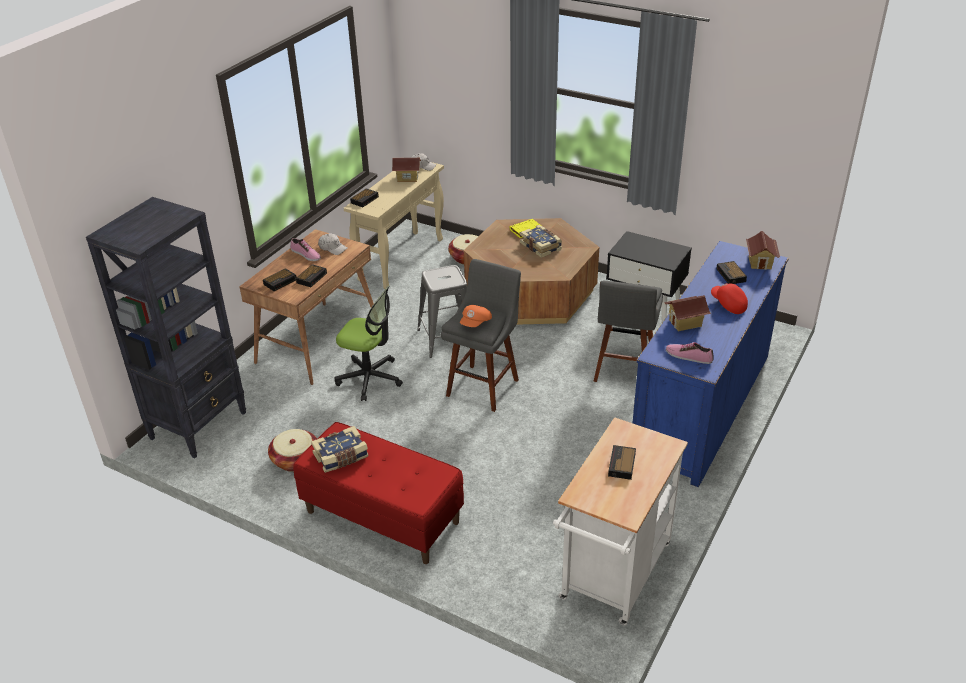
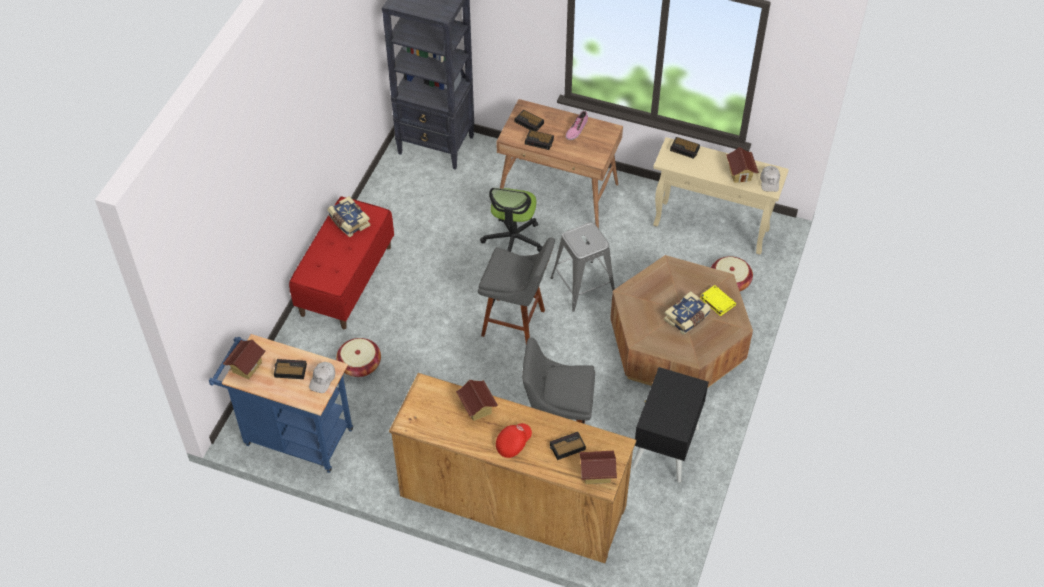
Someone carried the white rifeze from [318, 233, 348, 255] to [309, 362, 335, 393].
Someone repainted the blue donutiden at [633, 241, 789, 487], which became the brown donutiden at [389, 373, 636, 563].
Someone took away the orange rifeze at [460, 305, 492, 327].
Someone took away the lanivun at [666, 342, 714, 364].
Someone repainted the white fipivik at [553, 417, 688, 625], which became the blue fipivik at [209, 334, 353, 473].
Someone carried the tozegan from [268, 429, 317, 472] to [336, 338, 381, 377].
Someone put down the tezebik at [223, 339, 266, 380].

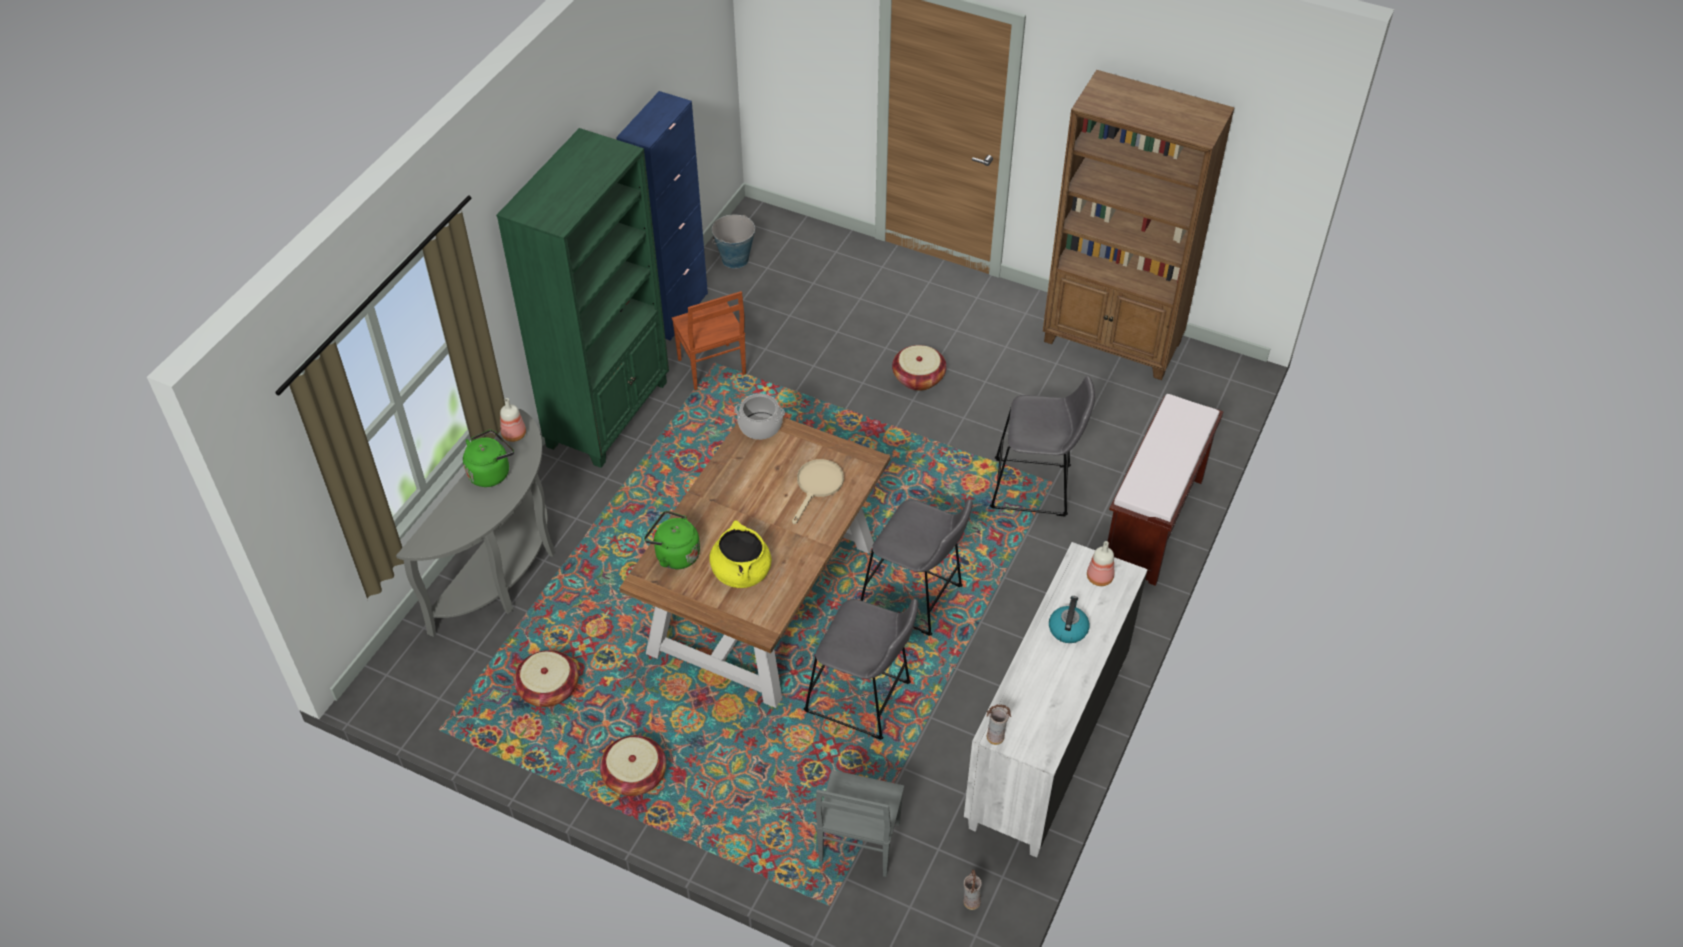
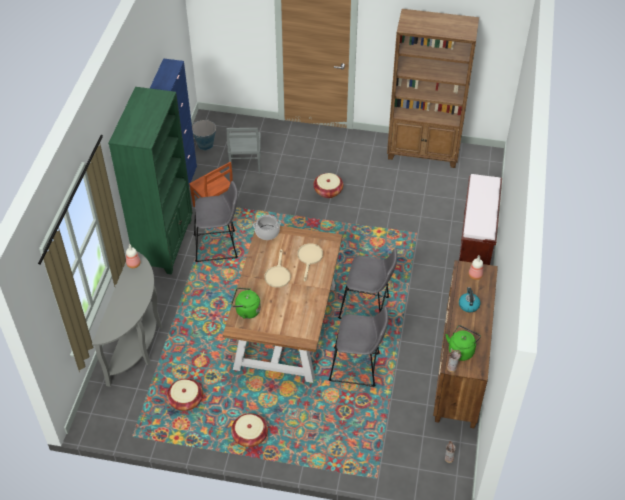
Someone carried the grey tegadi from [990, 376, 1095, 516] to [193, 181, 238, 262].
Someone carried the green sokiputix from [463, 430, 514, 487] to [446, 325, 481, 361].
Someone took away the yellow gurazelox at [709, 520, 772, 588].
Someone repainted the white donutiden at [964, 542, 1148, 858], which became the brown donutiden at [433, 260, 498, 428].
Someone carried the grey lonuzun from [815, 770, 904, 877] to [227, 128, 261, 174].
Someone put down the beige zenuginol at [264, 249, 291, 288].

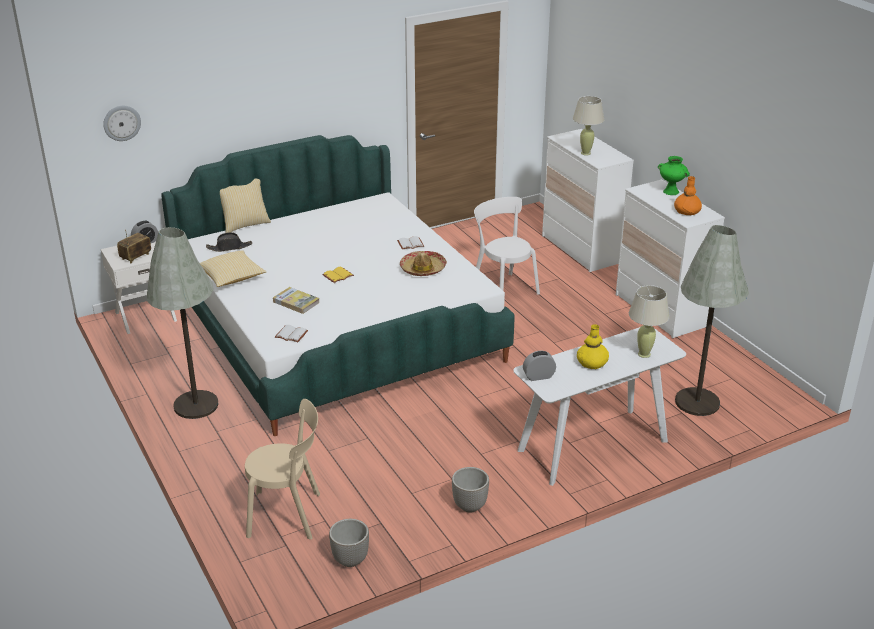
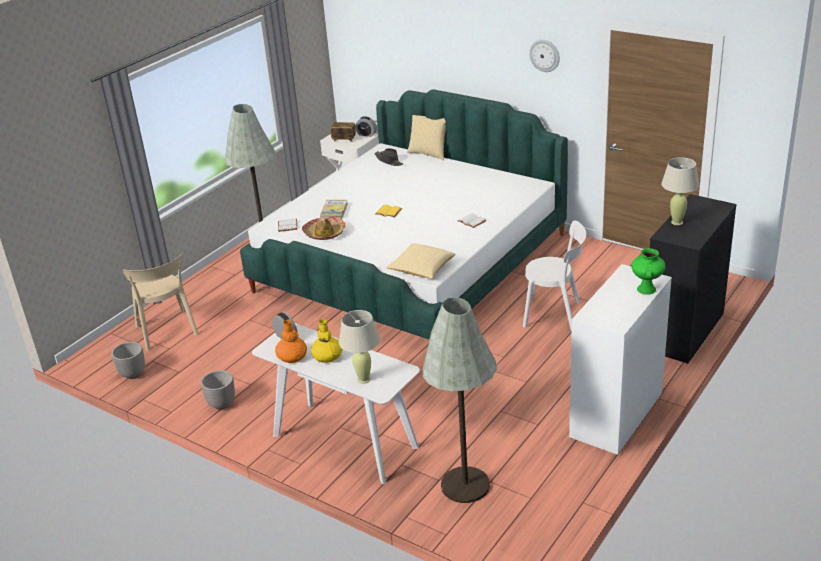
Someone carried the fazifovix from [103, 106, 141, 141] to [529, 40, 560, 72].
Someone repainted the white donutiden at [542, 129, 634, 272], which became the black donutiden at [650, 194, 737, 364].
Someone carried the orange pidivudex from [674, 176, 702, 215] to [275, 319, 307, 363].
Someone rotated the white lonuzun at [474, 197, 540, 295] by 75 degrees clockwise.
Someone carried the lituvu from [200, 251, 266, 287] to [386, 243, 455, 279].
Someone carried the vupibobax from [400, 251, 447, 276] to [302, 217, 346, 240].

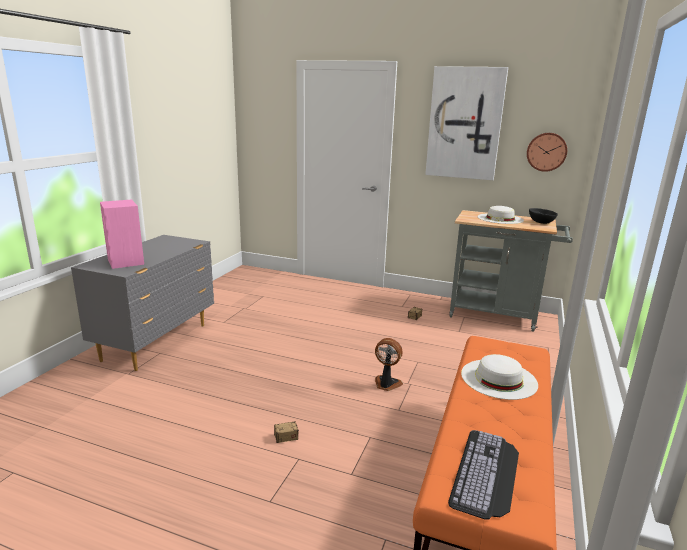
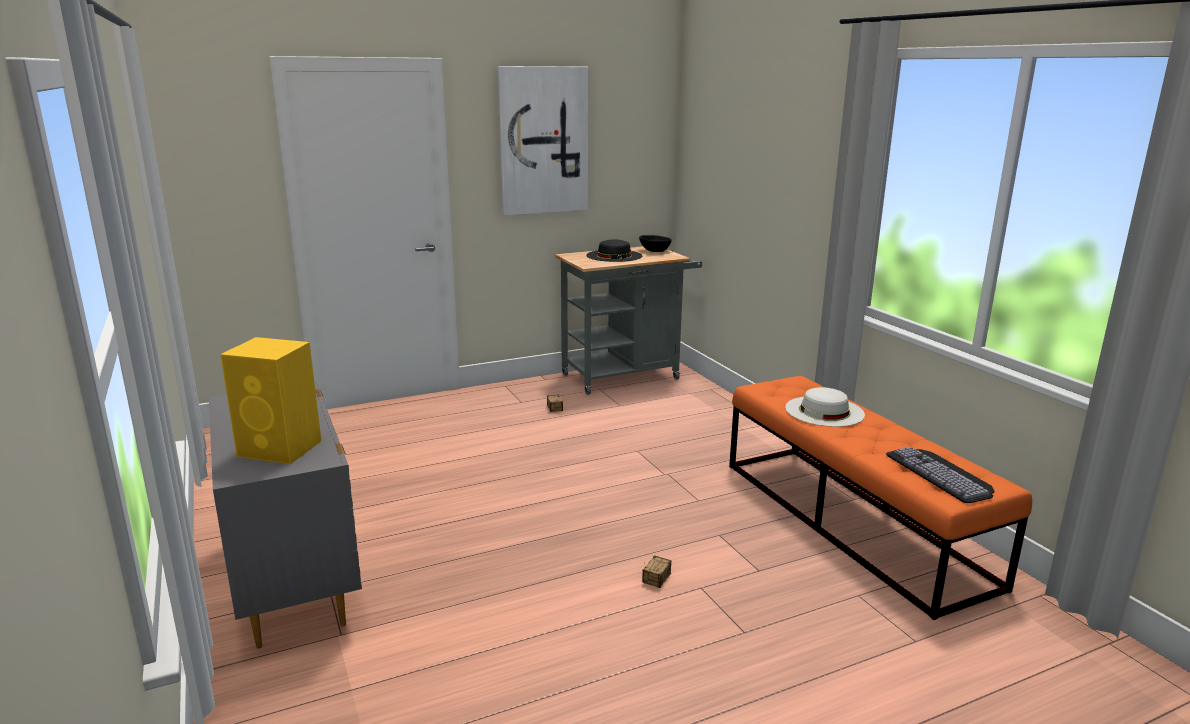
Someone took away the fazifovix at [527, 133, 567, 172].
Someone repainted the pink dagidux at [100, 200, 144, 269], which became the yellow dagidux at [220, 337, 321, 464].
Someone repainted the white vupibobax at [478, 206, 524, 224], which became the black vupibobax at [586, 240, 642, 262].
Someone took away the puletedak at [375, 338, 403, 391].

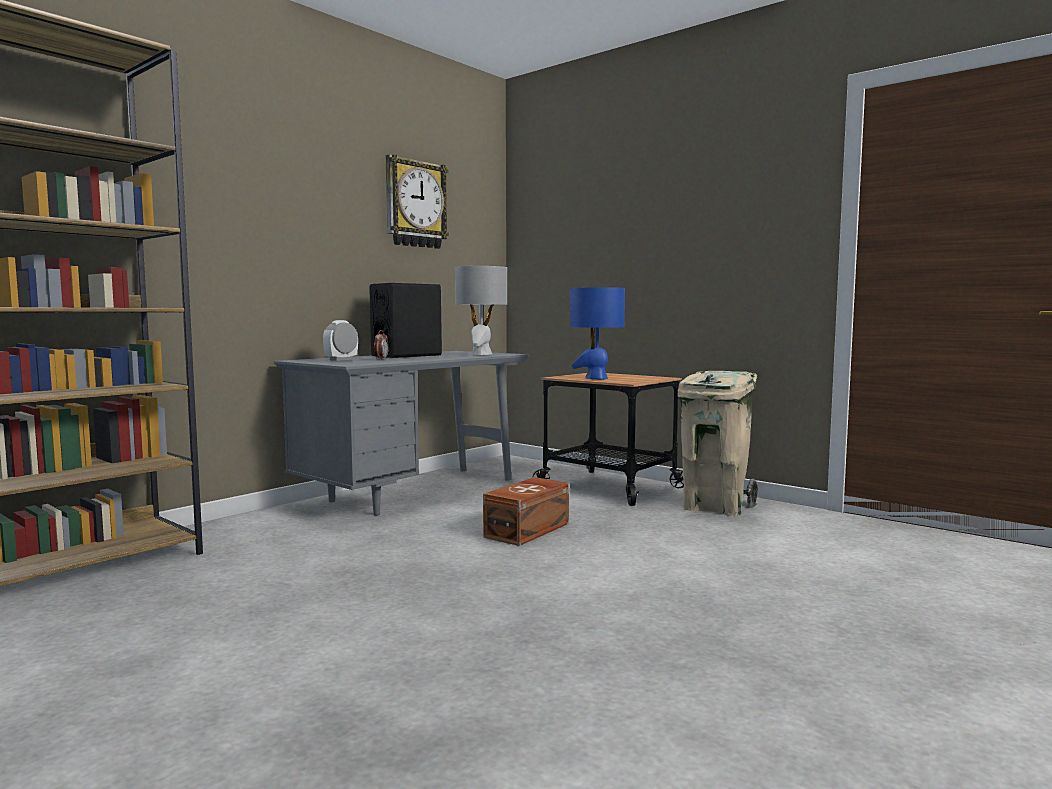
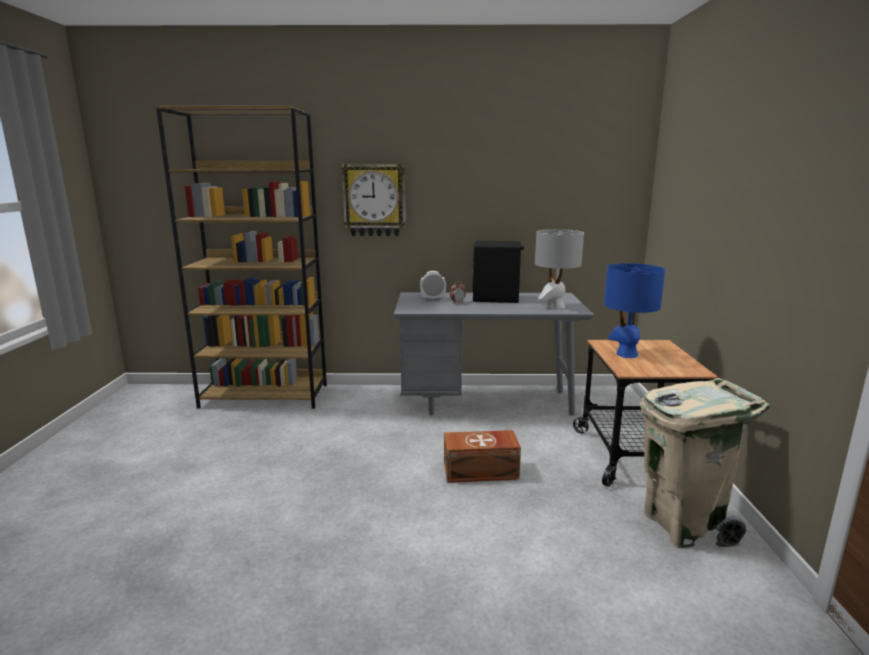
Someone carried the fazifovix from [386, 154, 449, 249] to [341, 164, 406, 236].

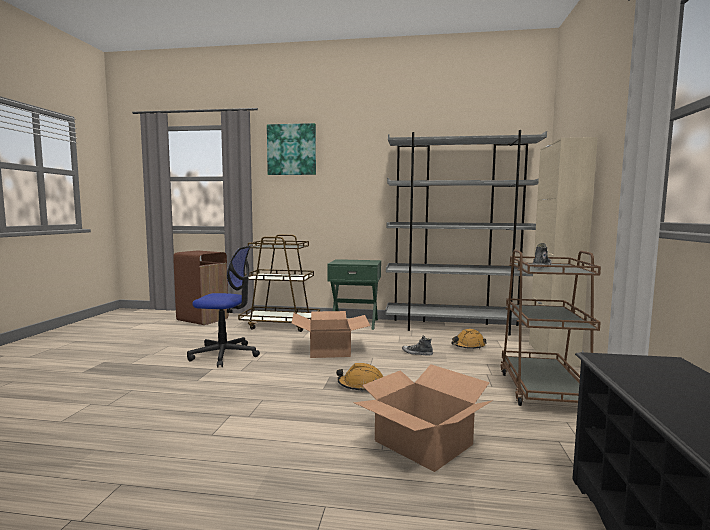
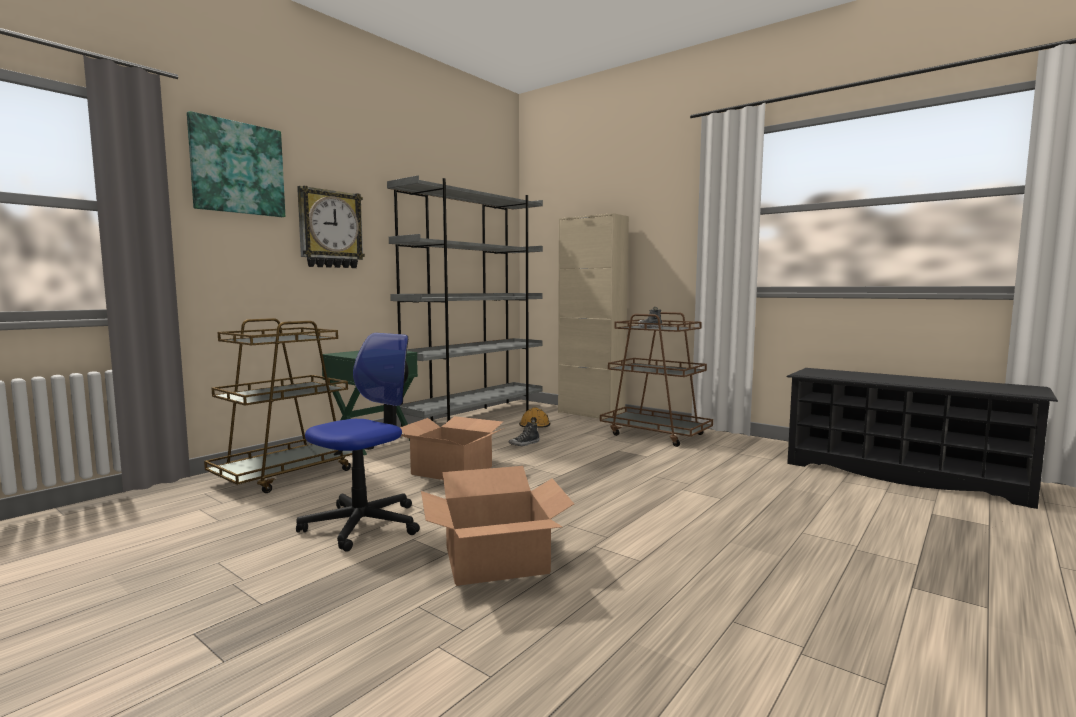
Someone took away the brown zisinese at [173, 251, 228, 325].
Someone took away the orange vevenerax at [336, 363, 383, 392].
Someone carried the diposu from [353, 364, 493, 472] to [421, 466, 574, 586].
Someone put up the fazifovix at [297, 186, 365, 268].

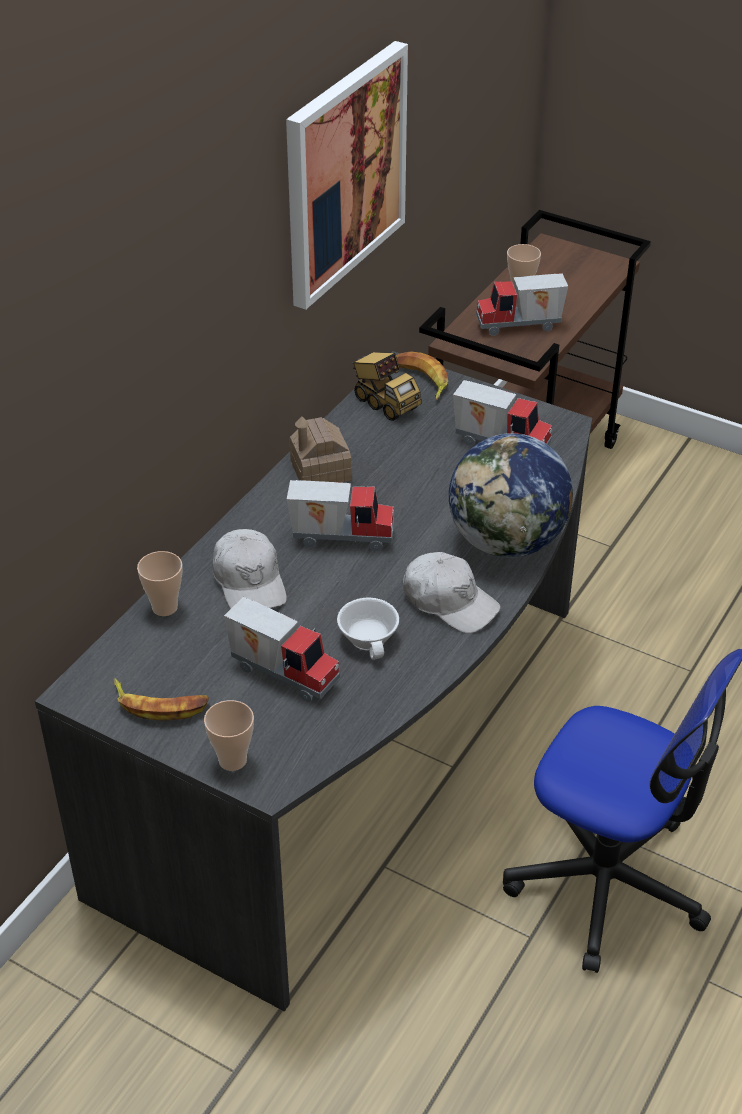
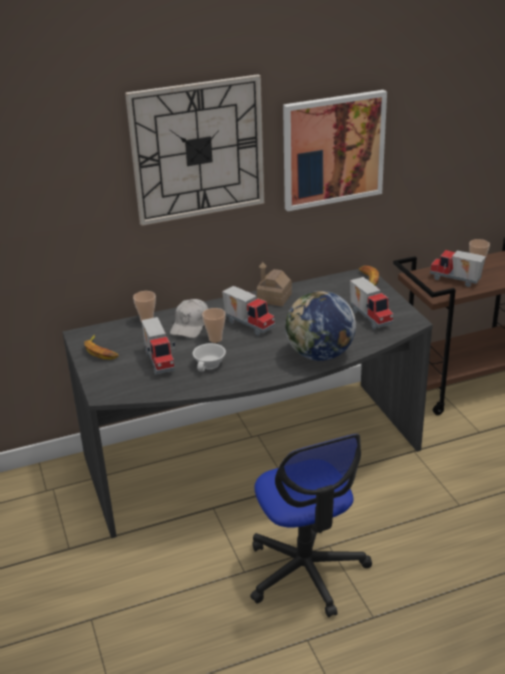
Someone took away the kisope at [352, 352, 421, 421].
Someone took away the white rifeze at [403, 552, 501, 633].
Someone carried the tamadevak from [204, 700, 254, 771] to [202, 308, 226, 343].
Someone put up the fazifovix at [125, 74, 264, 226].

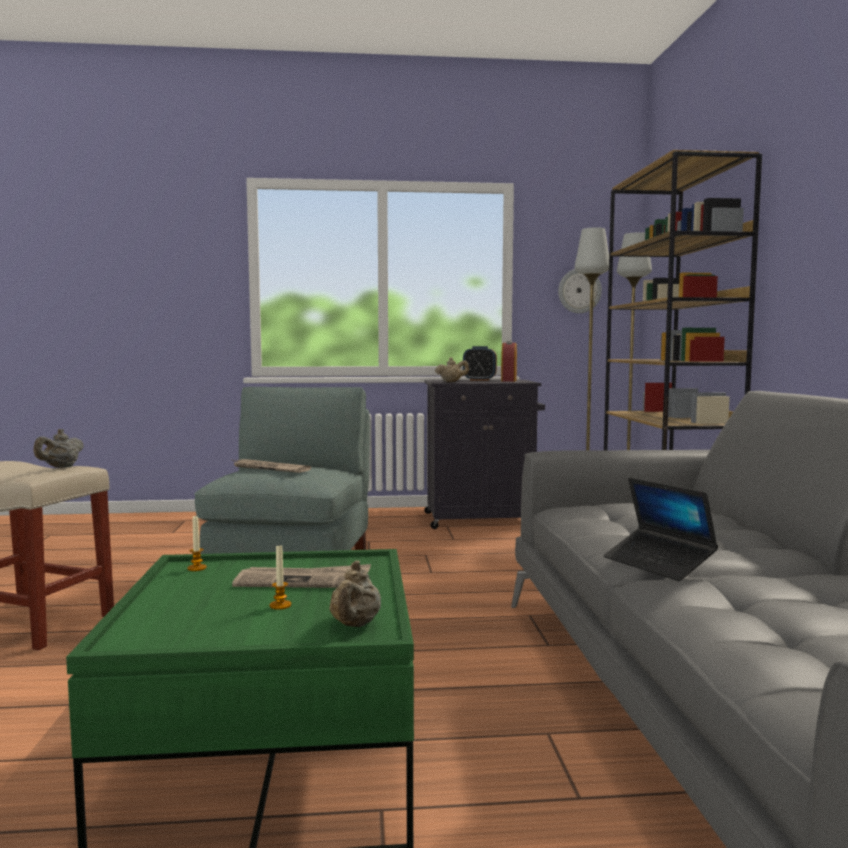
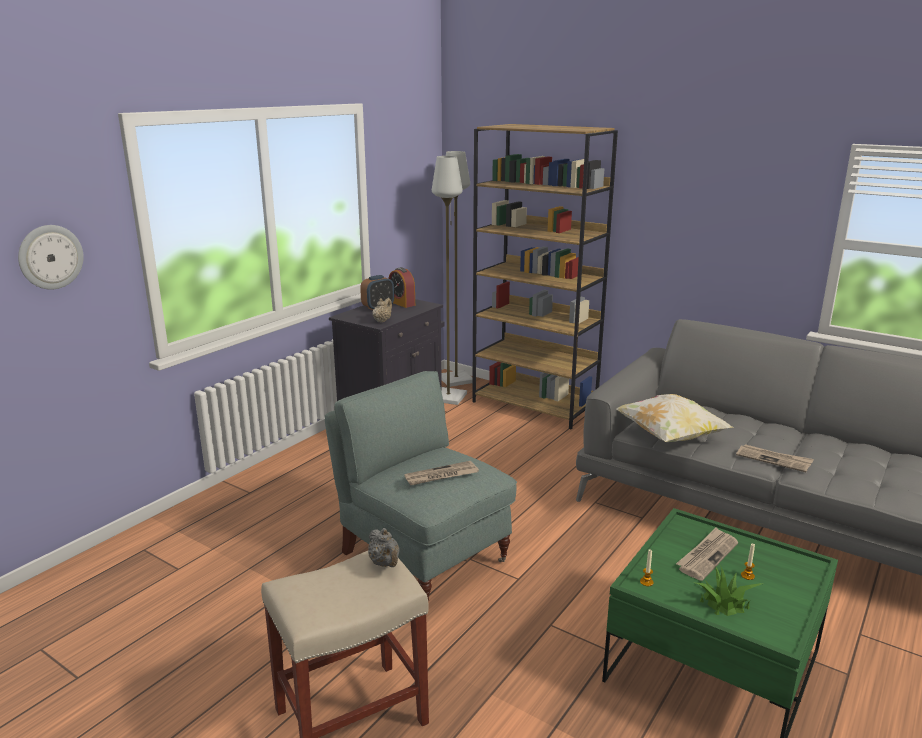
Someone carried the fazifovix from [558, 269, 602, 313] to [18, 225, 84, 290].
Someone swapped the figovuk at [603, 478, 718, 581] for the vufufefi at [736, 444, 814, 472].
Someone took away the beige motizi at [329, 561, 381, 627].
Someone put down the lituvu at [616, 394, 733, 442].
Someone put down the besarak at [692, 565, 763, 616].

